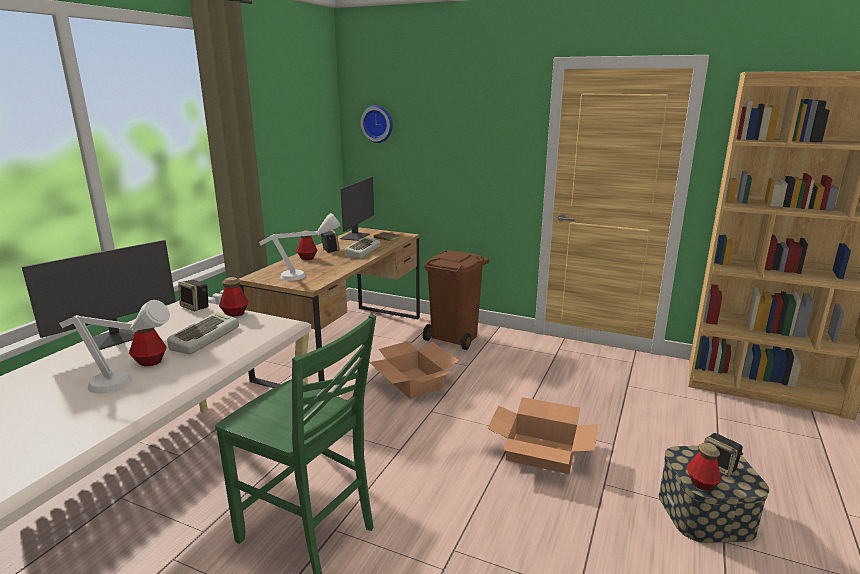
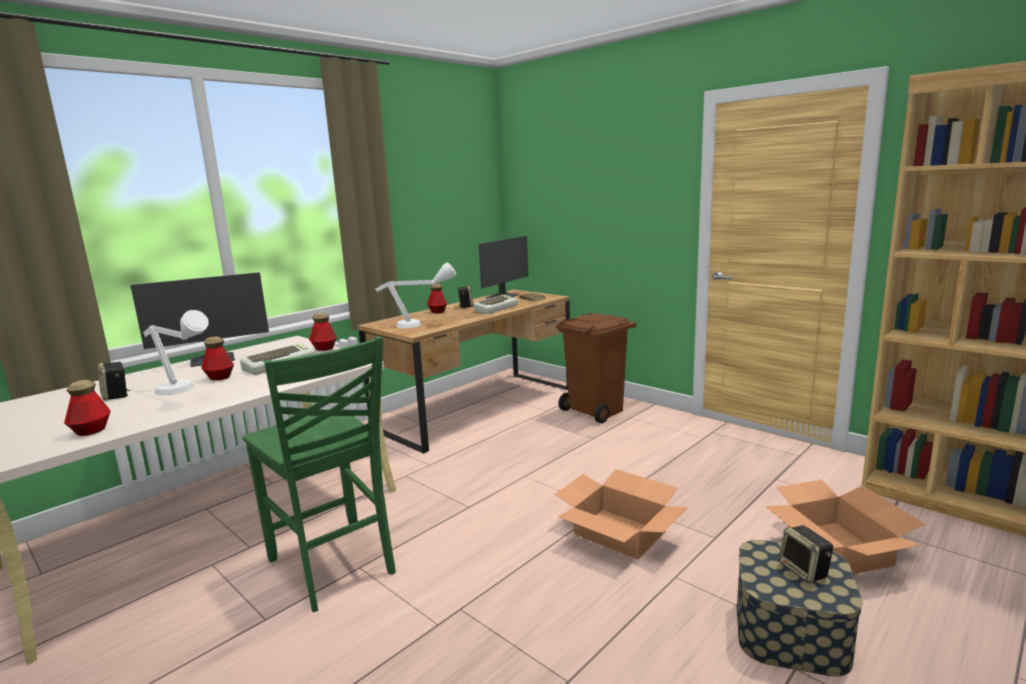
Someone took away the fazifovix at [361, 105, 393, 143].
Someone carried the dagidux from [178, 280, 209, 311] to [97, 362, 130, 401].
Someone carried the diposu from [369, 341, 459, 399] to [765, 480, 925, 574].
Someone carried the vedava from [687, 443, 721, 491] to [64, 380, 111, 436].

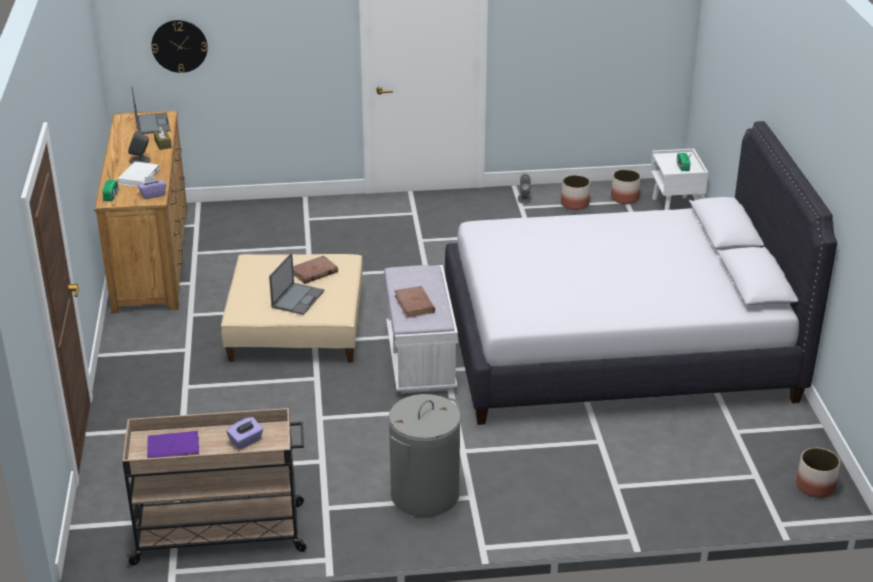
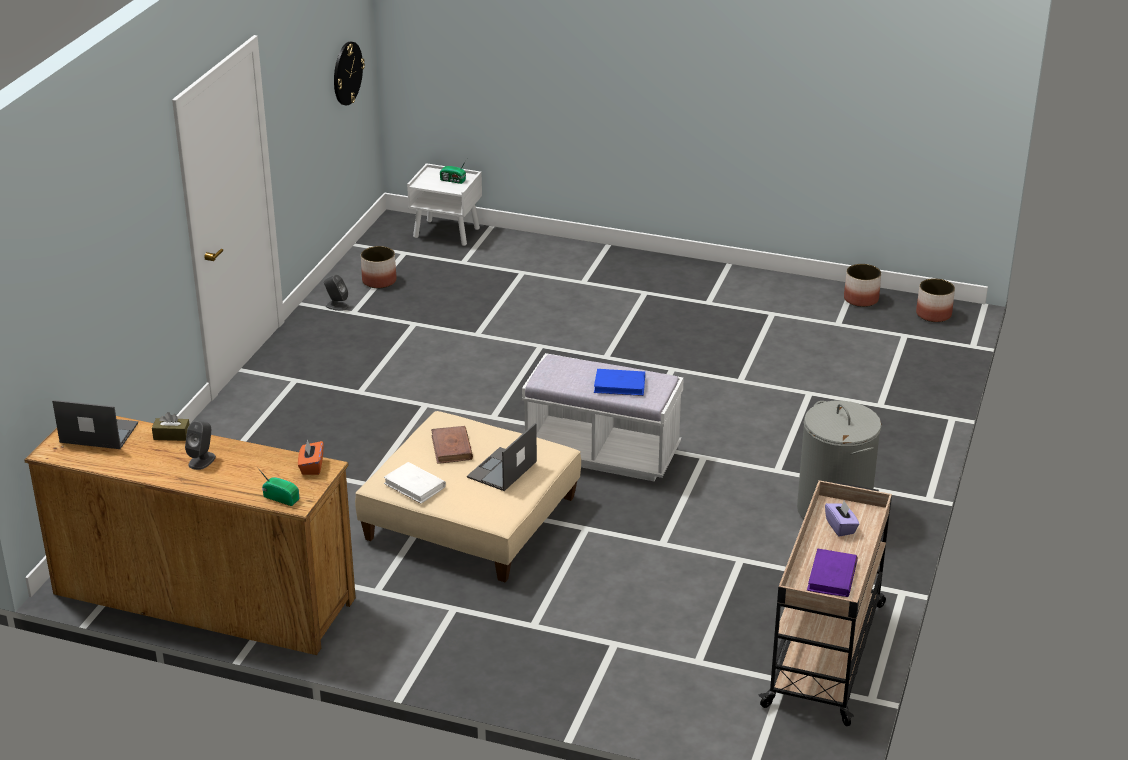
Someone carried the fazifovix from [151, 20, 208, 73] to [334, 42, 365, 105].
Someone took away the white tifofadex at [445, 121, 837, 425].
Someone carried the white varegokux from [118, 162, 160, 187] to [384, 462, 446, 504].
Someone carried the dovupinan from [611, 169, 641, 204] to [844, 264, 881, 307].
Someone repainted the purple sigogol at [138, 175, 166, 199], which became the orange sigogol at [298, 439, 323, 475].
Someone rotated the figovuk at [269, 253, 324, 315] by 105 degrees counterclockwise.
Someone repainted the brown varegokux at [394, 286, 435, 318], which became the blue varegokux at [594, 369, 645, 396].

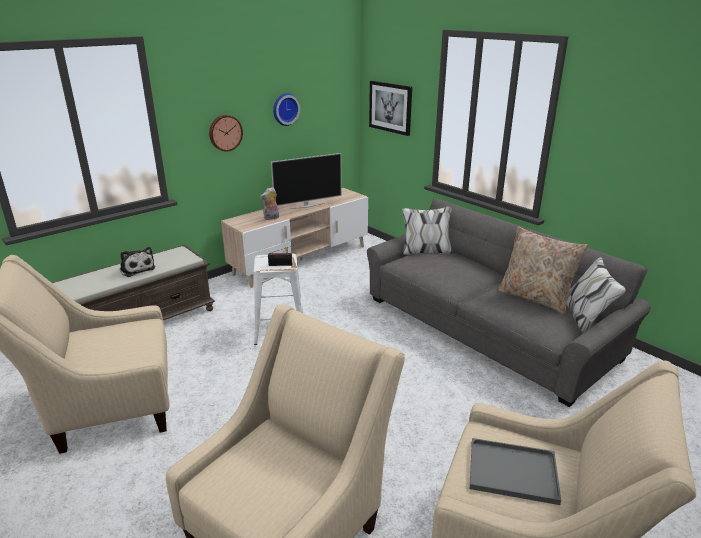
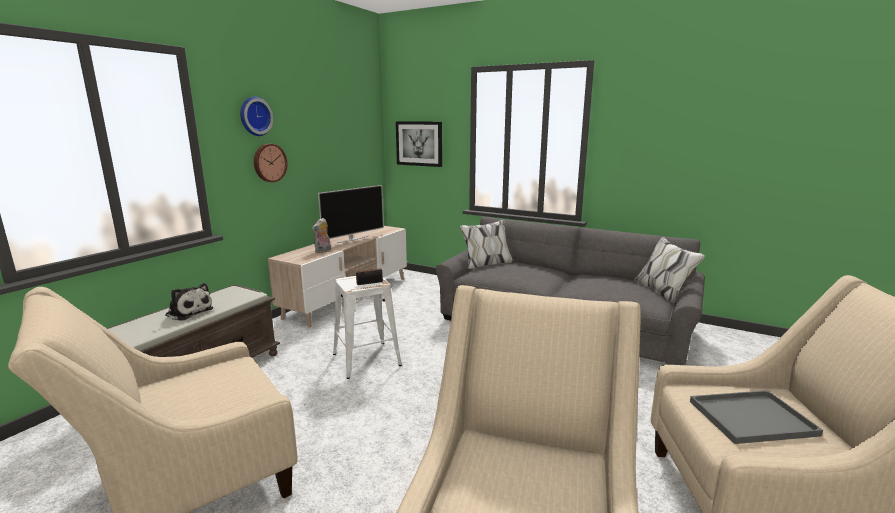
Someone carried the fazifovix from [273, 93, 300, 126] to [240, 96, 273, 136].
Someone took away the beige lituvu at [497, 226, 588, 315].

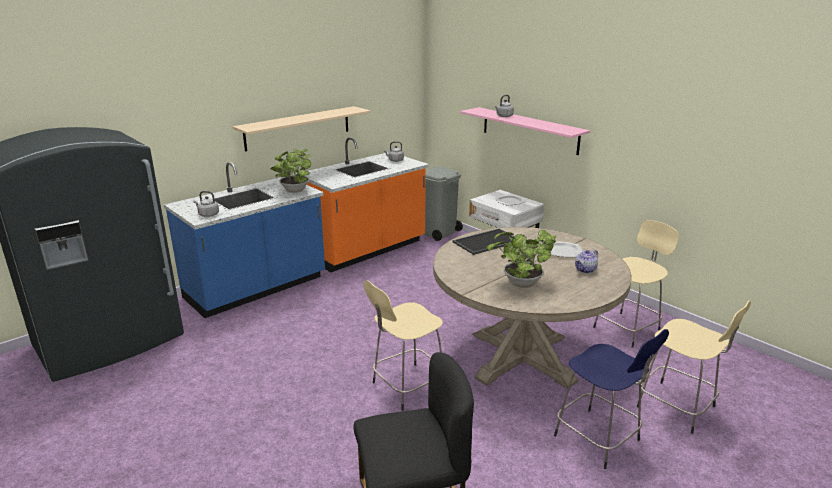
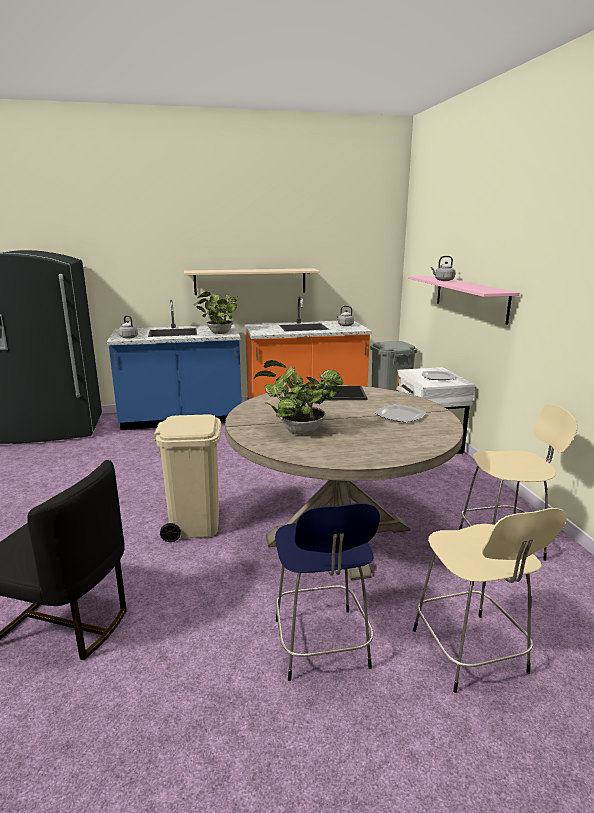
Someone took away the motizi at [575, 250, 598, 273].
Someone swapped the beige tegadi at [363, 281, 443, 411] for the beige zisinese at [154, 414, 221, 542].

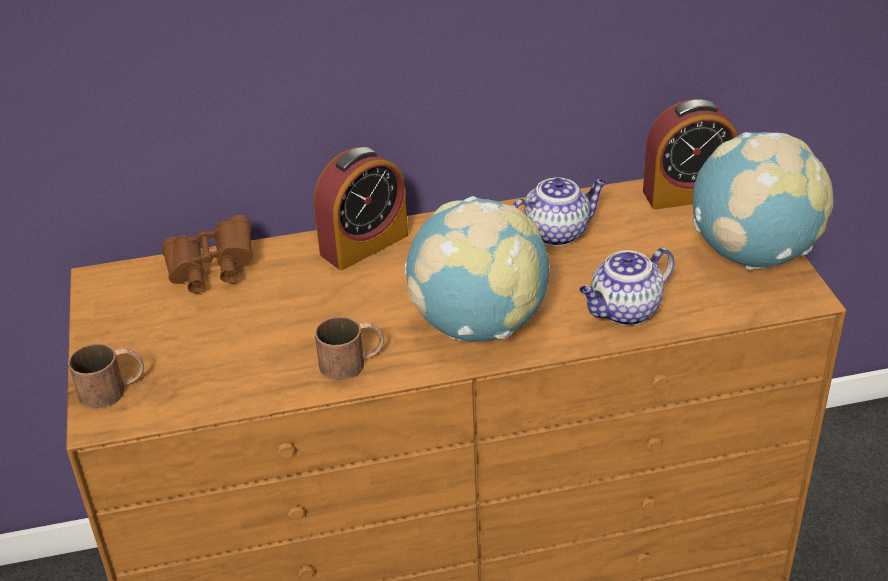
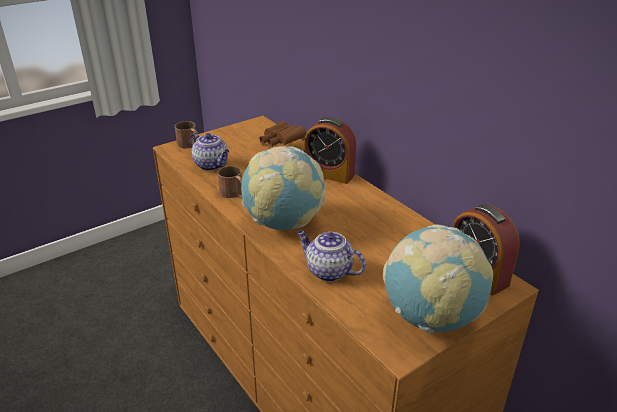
Someone carried the motizi from [512, 177, 607, 246] to [190, 133, 229, 171].

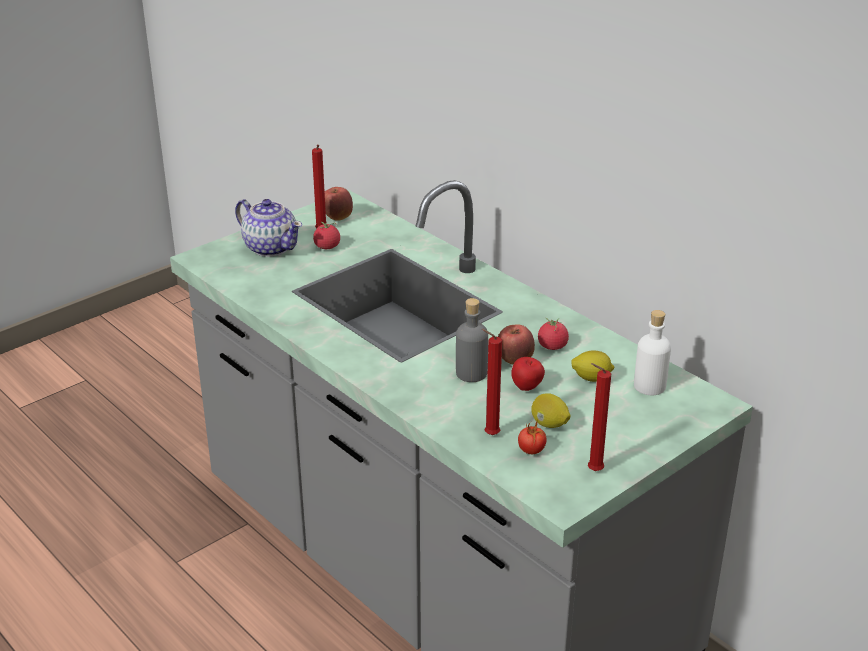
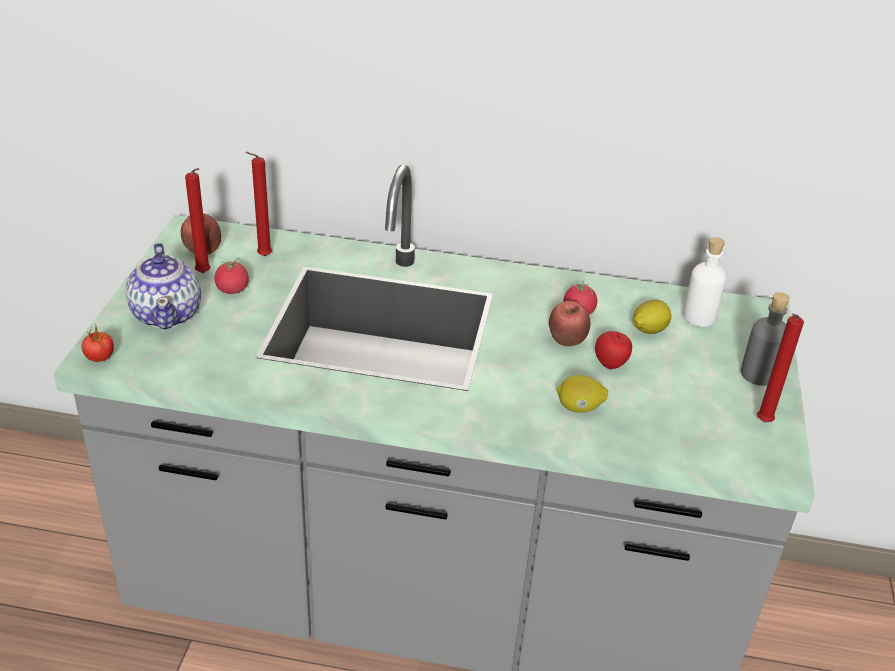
Someone rotated the motizi at [235, 199, 302, 257] by 75 degrees clockwise.
Someone carried the grey vedava from [456, 298, 488, 382] to [741, 292, 790, 386].
Someone carried the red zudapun from [482, 329, 502, 435] to [245, 152, 272, 256].
Someone carried the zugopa from [531, 393, 570, 428] to [556, 375, 608, 413].
Someone carried the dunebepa from [518, 418, 547, 454] to [82, 323, 114, 362].

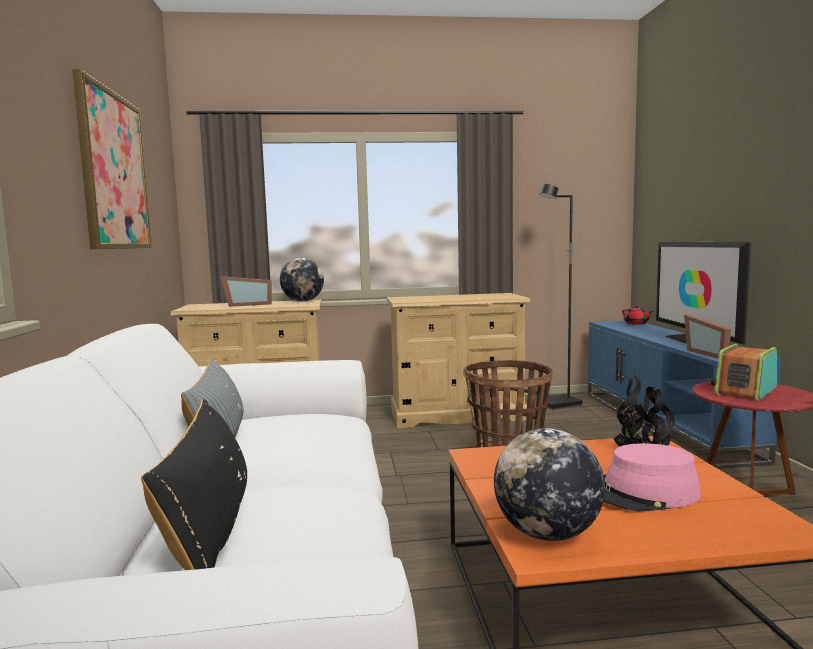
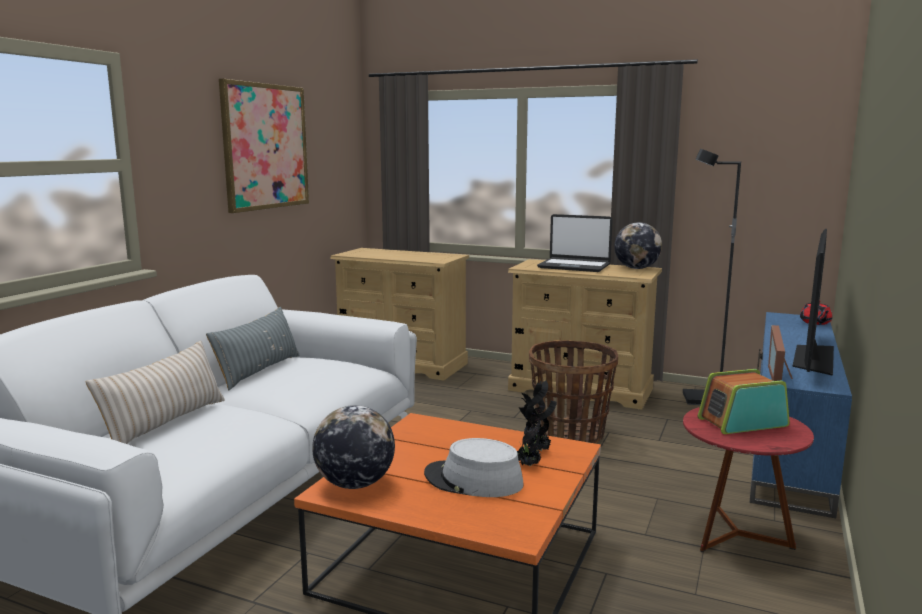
Someone carried the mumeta from [280, 258, 324, 302] to [614, 222, 662, 269].
Someone took away the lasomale at [220, 276, 272, 307].
Someone repainted the black lituvu at [141, 399, 247, 570], which became the beige lituvu at [86, 341, 225, 444].
Someone repainted the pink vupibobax at [603, 443, 701, 511], which became the grey vupibobax at [424, 438, 524, 497].
Someone put down the figovuk at [537, 214, 613, 272].

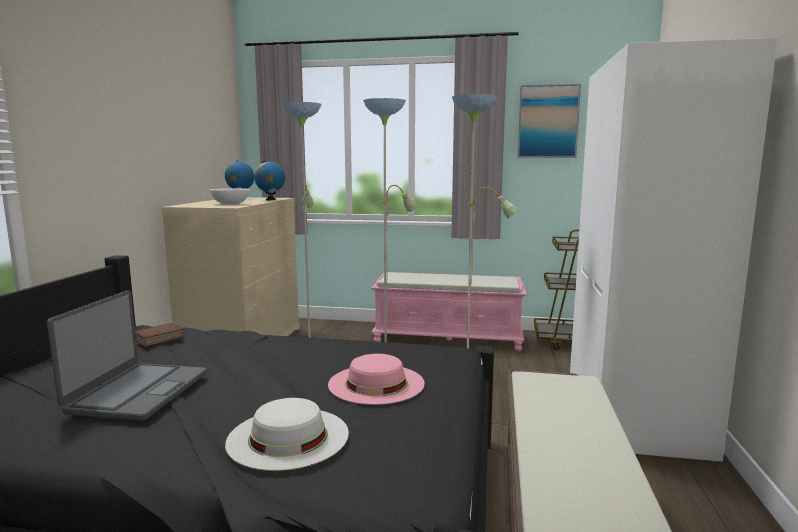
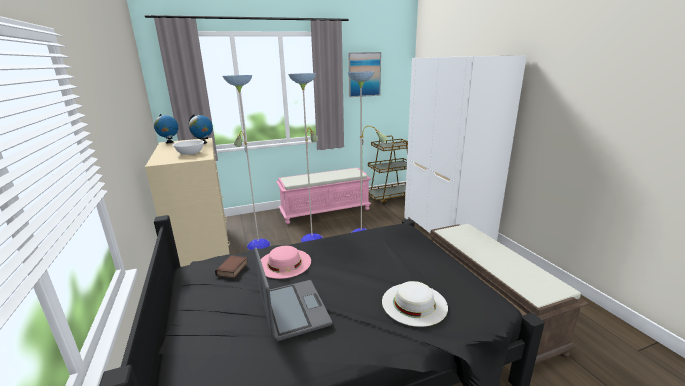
Someone carried the pink vupibobax from [328, 354, 425, 405] to [261, 246, 311, 279].

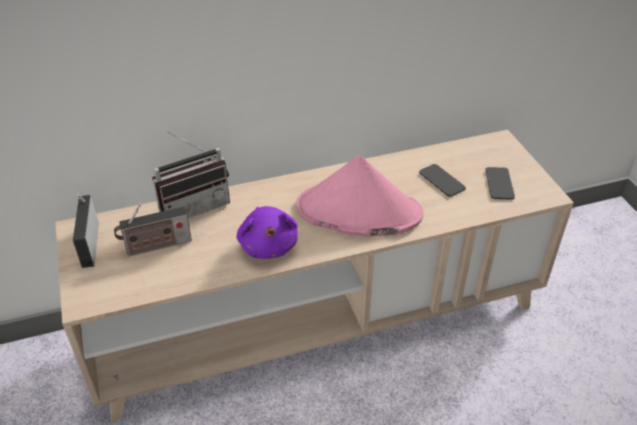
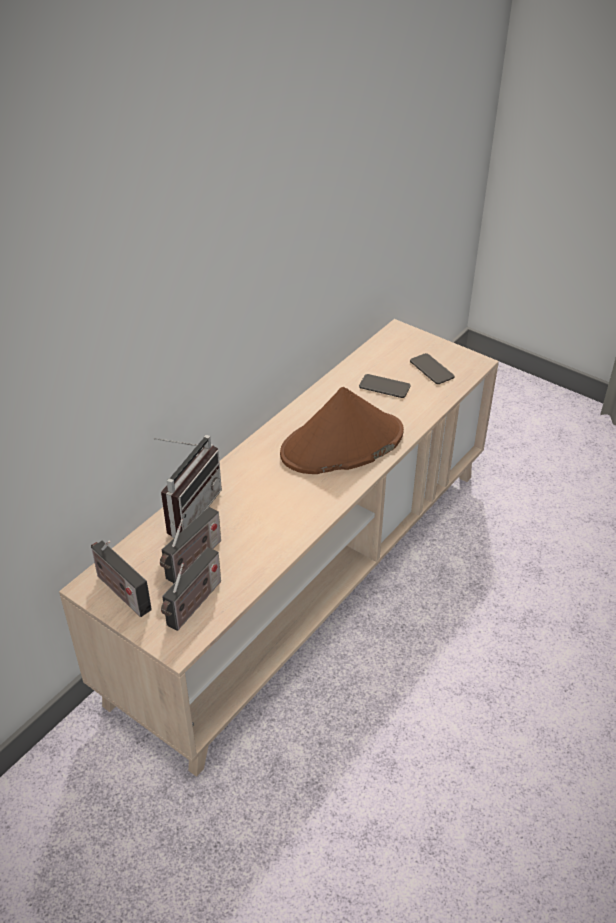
Someone repainted the pink vupibobax at [296, 155, 424, 237], which became the brown vupibobax at [280, 387, 404, 474].
Someone took away the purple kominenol at [236, 206, 298, 259].
Someone put down the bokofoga at [161, 547, 221, 631].

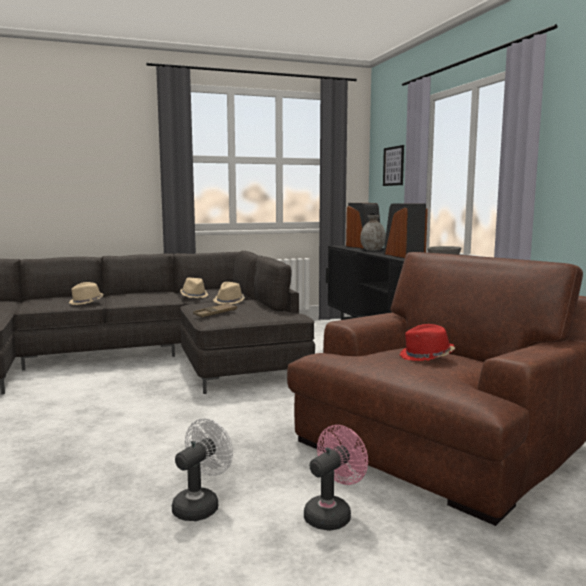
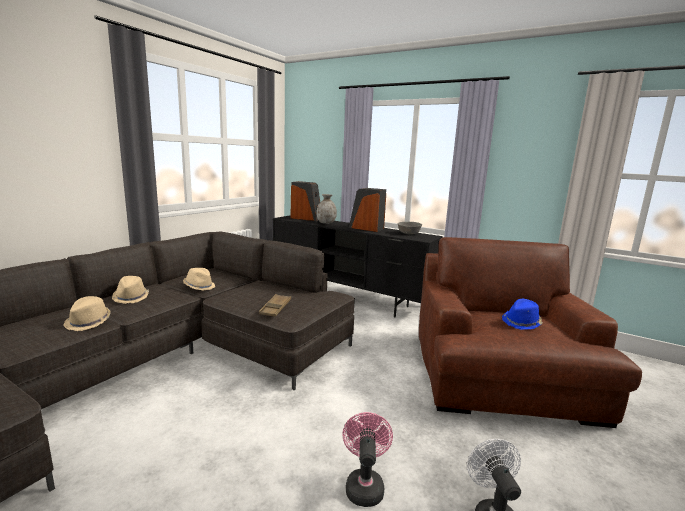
Someone took away the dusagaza at [383, 145, 404, 186].
Someone carried the beige vupibobax from [213, 282, 245, 304] to [112, 276, 149, 304].
Someone repainted the red vupibobax at [399, 324, 455, 361], which became the blue vupibobax at [502, 299, 543, 330].
Someone carried the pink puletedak from [304, 425, 368, 531] to [342, 412, 393, 507].

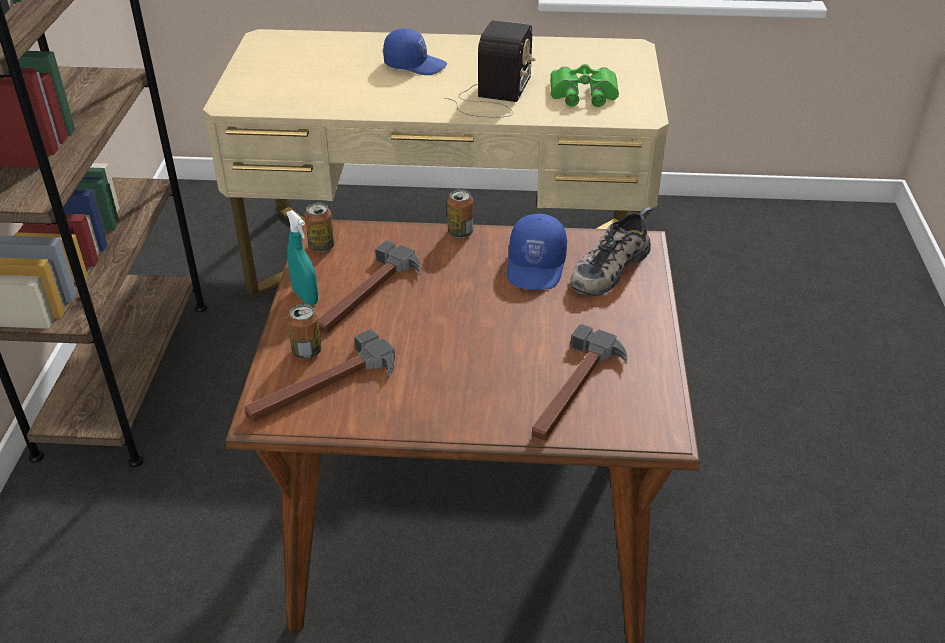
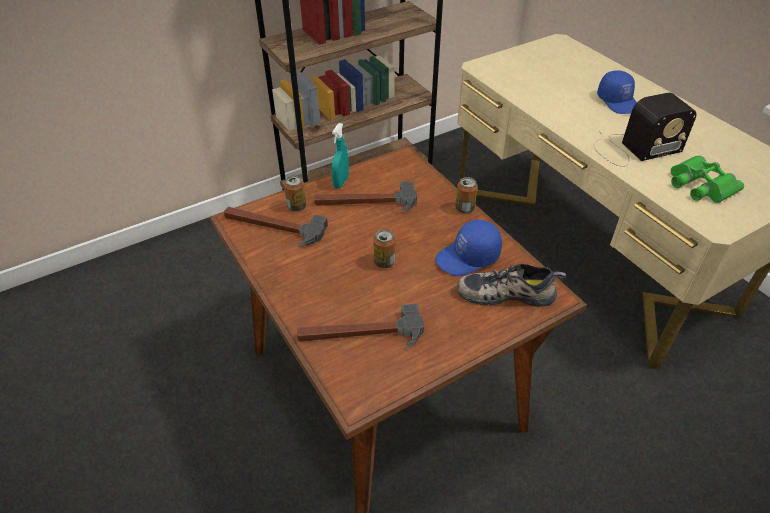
Someone carried the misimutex from [305, 203, 335, 252] to [374, 229, 395, 268].

